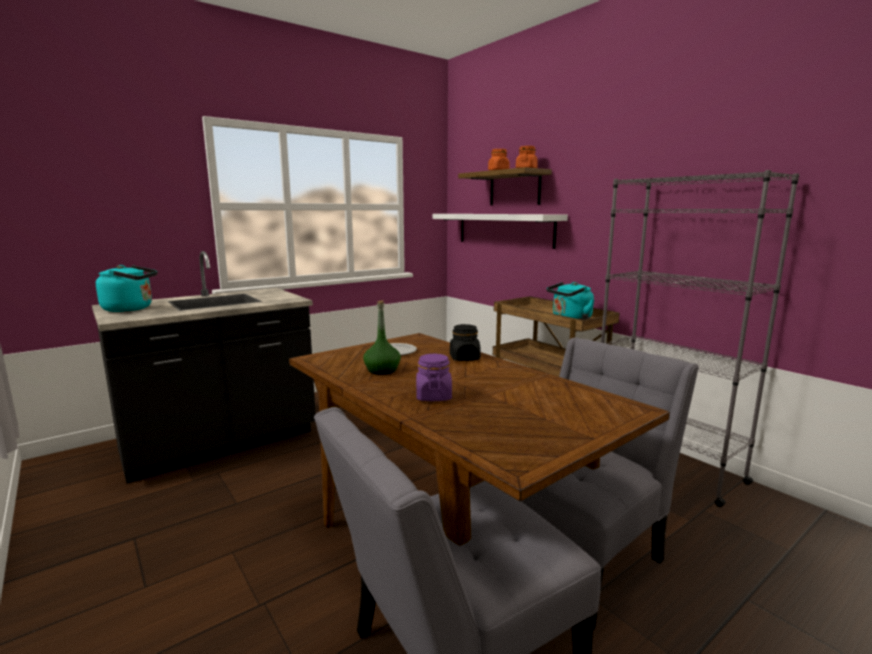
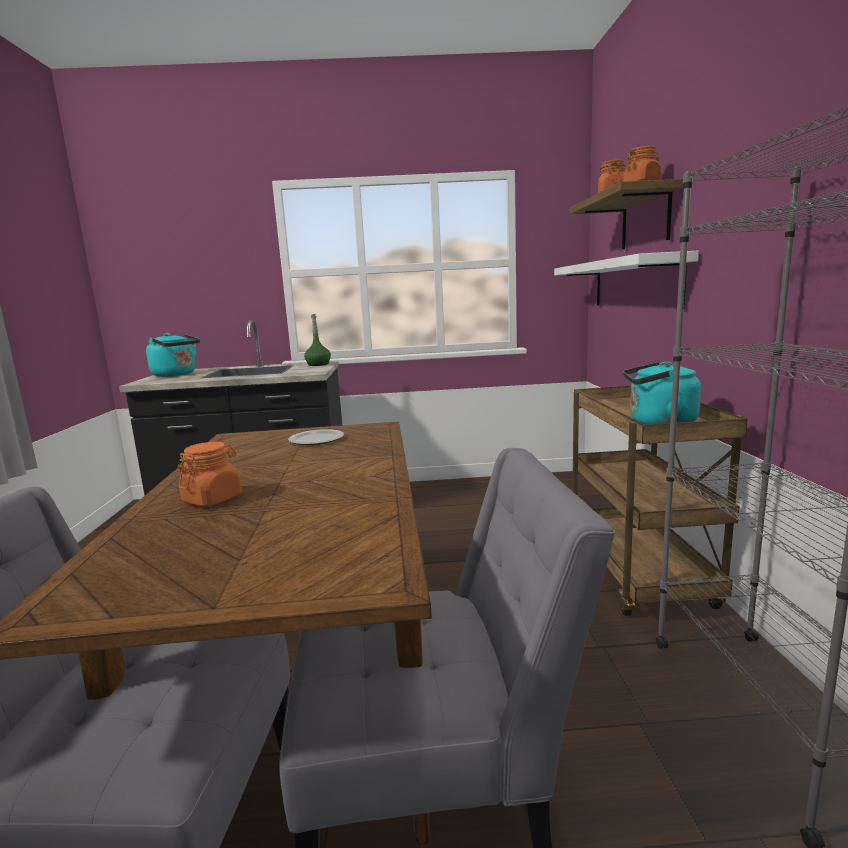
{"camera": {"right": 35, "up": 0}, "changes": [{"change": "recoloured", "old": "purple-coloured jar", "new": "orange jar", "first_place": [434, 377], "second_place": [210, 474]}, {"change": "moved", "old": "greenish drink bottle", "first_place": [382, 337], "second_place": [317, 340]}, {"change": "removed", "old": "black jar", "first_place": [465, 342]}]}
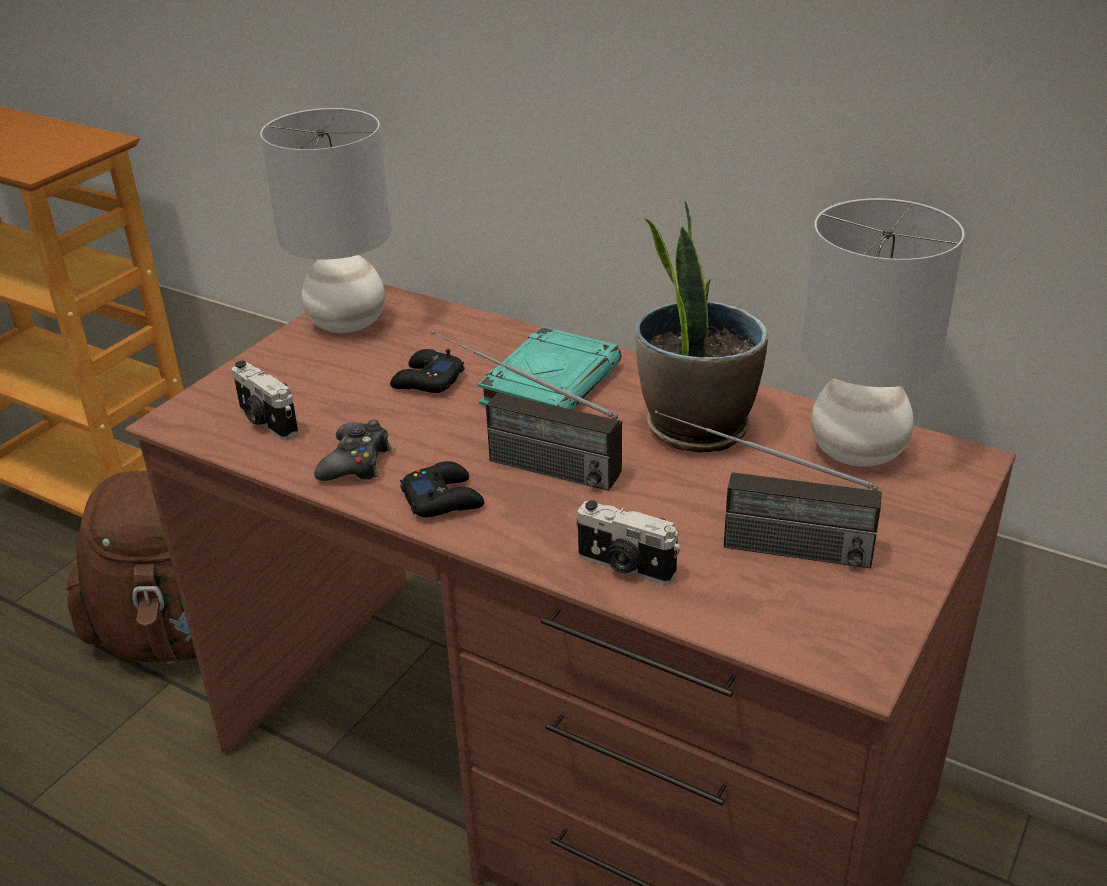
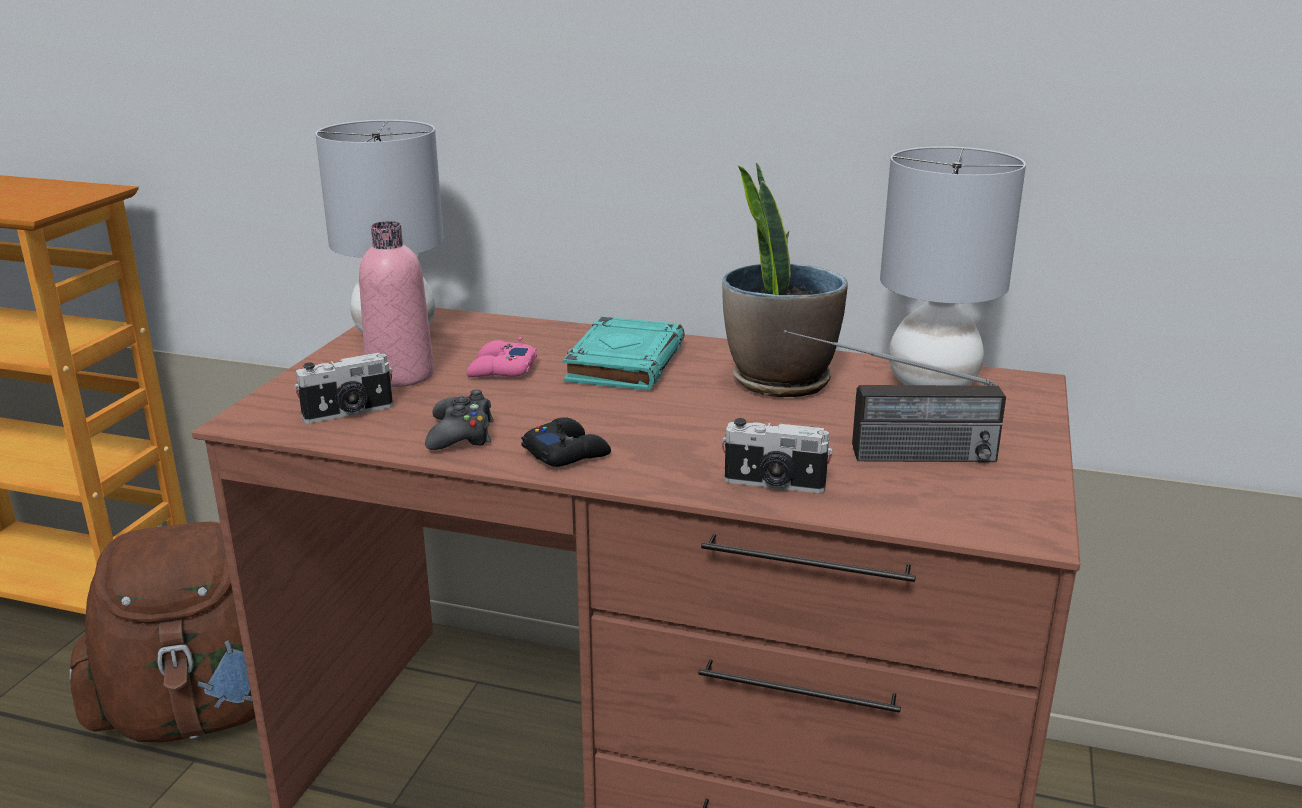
{"camera": {"right": -15, "up": -10}, "changes": [{"change": "turned", "old": "still camera", "first_place": [265, 400], "second_place": [343, 388], "degrees": -60}, {"change": "added", "new": "pinkish drink bottle", "second_place": [396, 304]}, {"change": "recoloured", "old": "black joypad", "new": "pinkish joypad", "first_place": [427, 371], "second_place": [501, 357]}, {"change": "removed", "old": "radio", "first_place": [526, 411]}]}
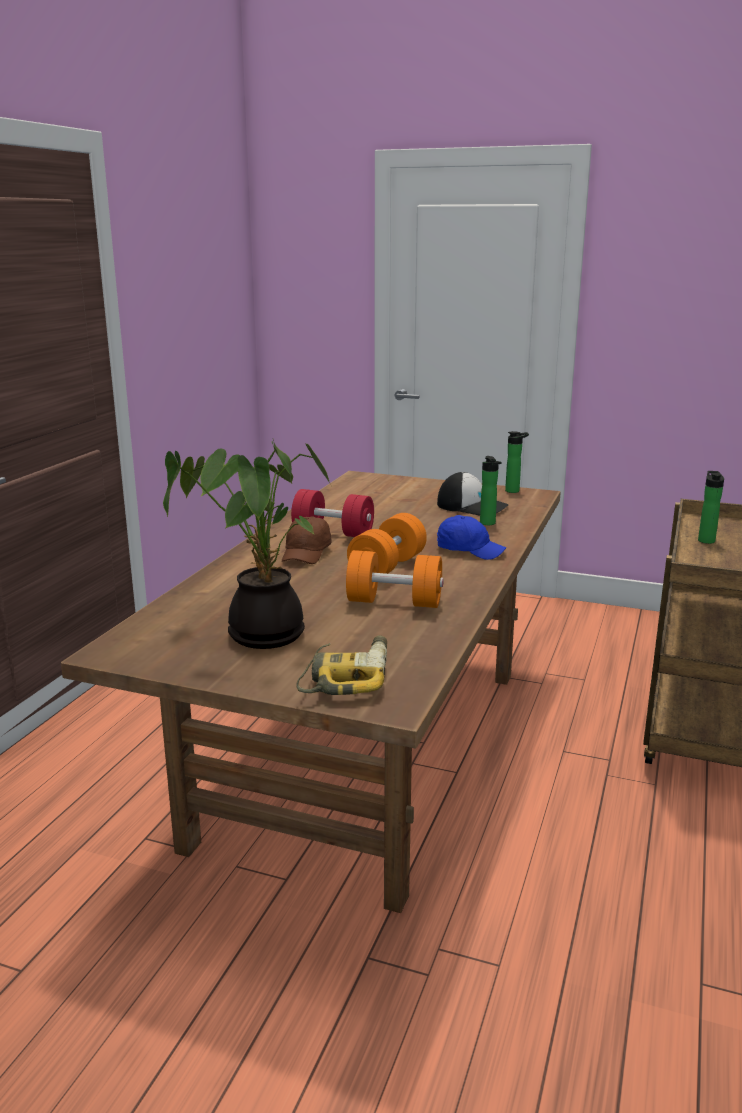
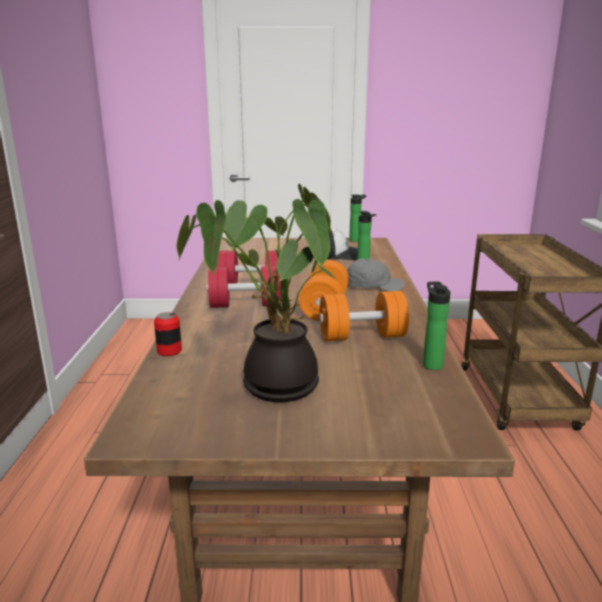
{"camera": {"right": -20, "up": 0}, "changes": [{"change": "added", "new": "metal can", "second_place": [168, 334]}, {"change": "replaced", "old": "brownish peaked cap", "new": "red dumbbell", "first_place": [307, 540], "second_place": [244, 287]}, {"change": "recoloured", "old": "blue-coloured peaked cap", "new": "grey peaked cap", "first_place": [471, 537], "second_place": [376, 275]}, {"change": "moved", "old": "drink bottle", "first_place": [711, 507], "second_place": [436, 325]}, {"change": "removed", "old": "drill", "first_place": [342, 665]}]}
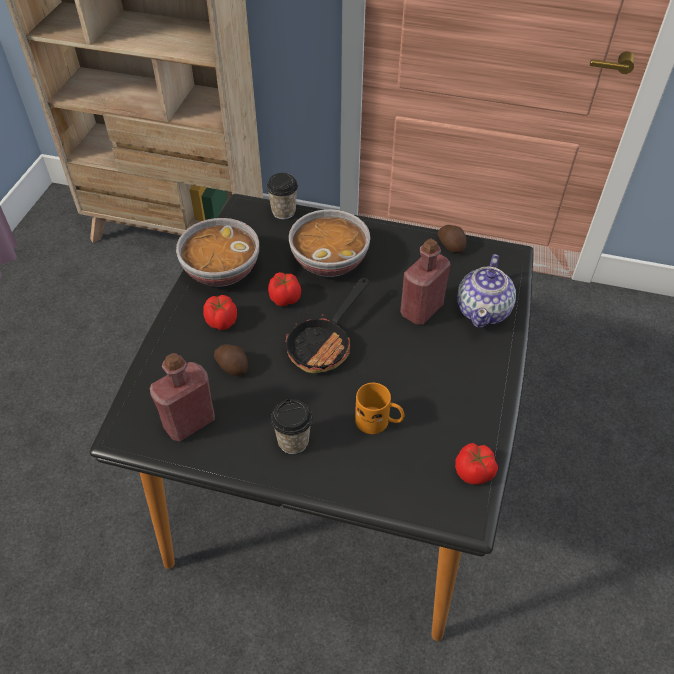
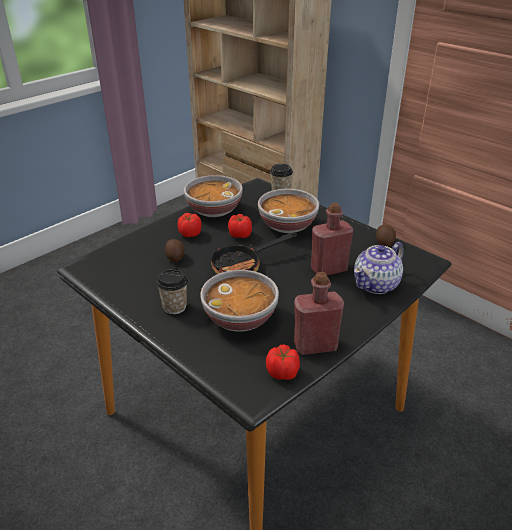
{"camera": {"right": 30, "up": -15}, "changes": [{"change": "replaced", "old": "orange coffee mug", "new": "serving bowl", "first_place": [379, 408], "second_place": [239, 301]}, {"change": "moved", "old": "red drink bottle", "first_place": [182, 397], "second_place": [319, 313]}]}
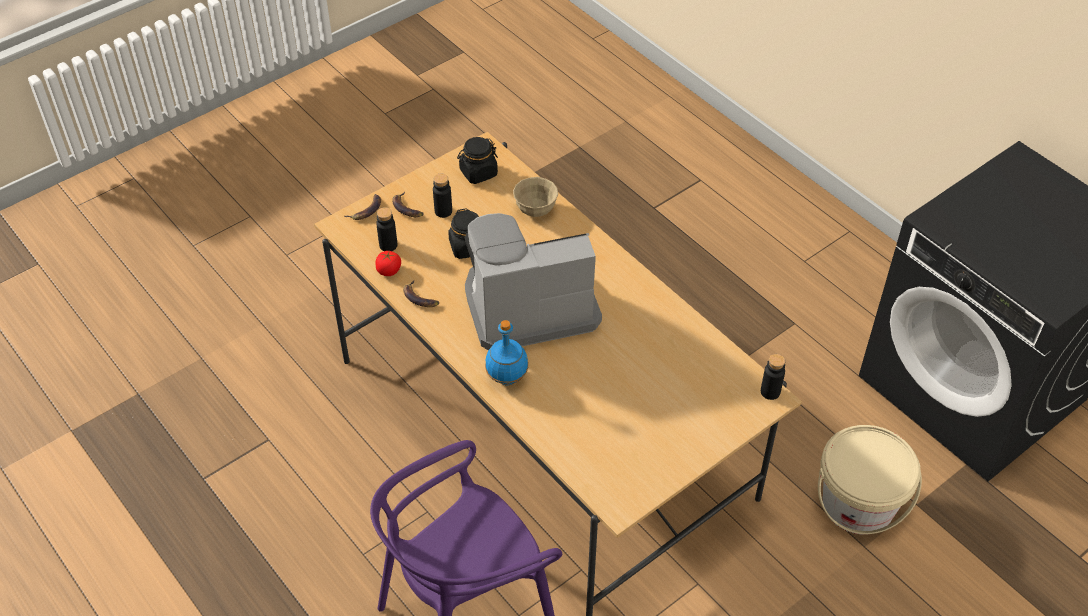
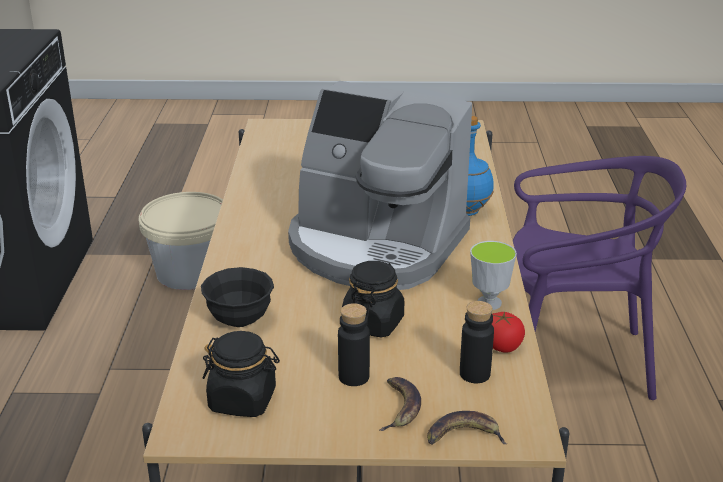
{"camera": {"right": -140, "up": -20}, "changes": [{"change": "recoloured", "old": "beige serving bowl", "new": "black serving bowl", "first_place": [535, 197], "second_place": [237, 297]}, {"change": "replaced", "old": "banana fruit", "new": "cup", "first_place": [421, 294], "second_place": [493, 275]}, {"change": "removed", "old": "black drink bottle", "first_place": [773, 377]}]}
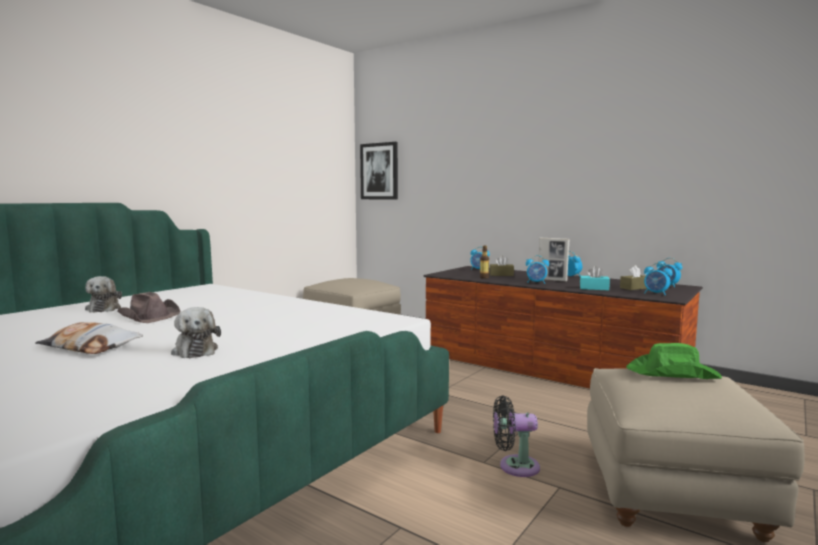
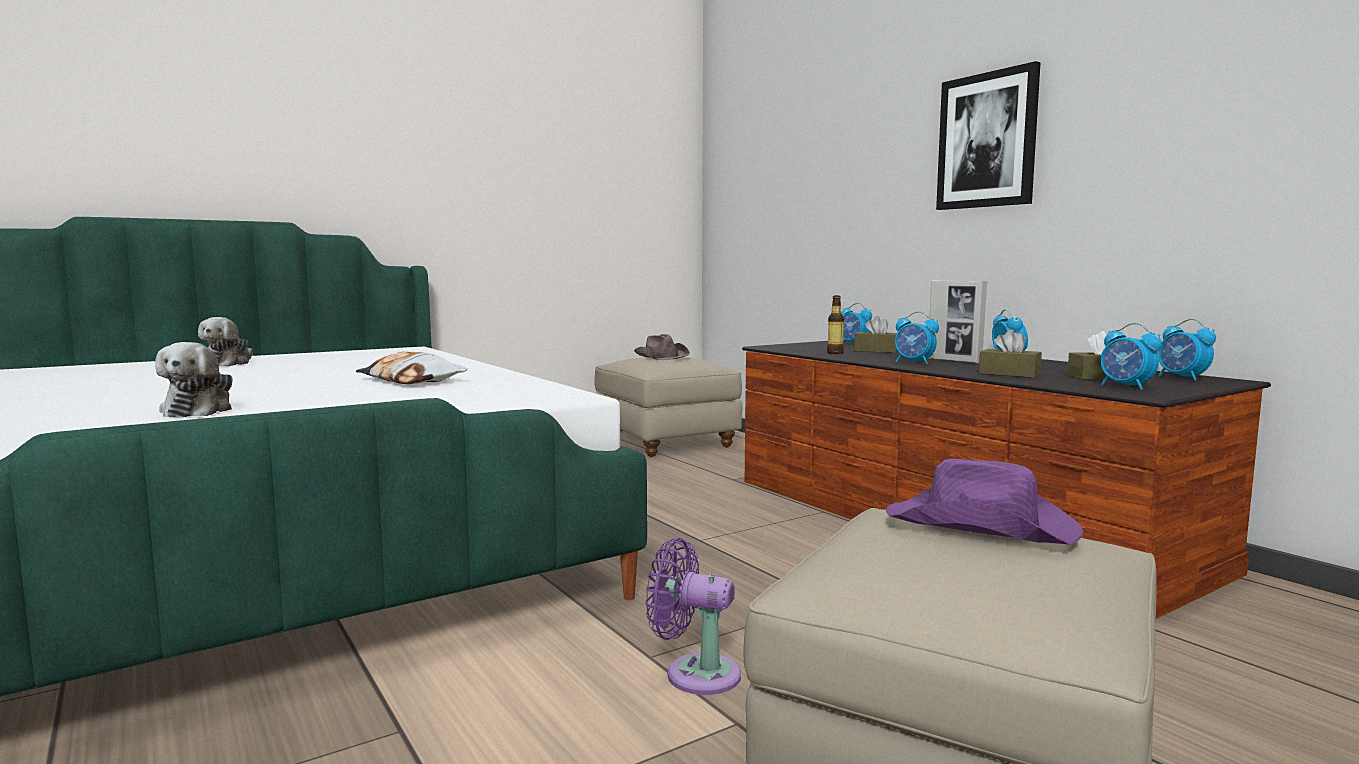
{"camera": {"right": 20, "up": 0}, "changes": [{"change": "moved", "old": "throw pillow", "first_place": [89, 338], "second_place": [411, 367]}, {"change": "moved", "old": "brownish hat", "first_place": [149, 307], "second_place": [662, 347]}, {"change": "recoloured", "old": "black electric fan", "new": "purple-coloured electric fan", "first_place": [516, 436], "second_place": [693, 616]}, {"change": "recoloured", "old": "greenish hat", "new": "purple-coloured hat", "first_place": [674, 361], "second_place": [985, 502]}, {"change": "moved", "old": "wall picture", "first_place": [379, 170], "second_place": [988, 135]}, {"change": "recoloured", "old": "turquoise-coloured tissue box", "new": "brownish tissue box", "first_place": [595, 278], "second_place": [1010, 353]}]}
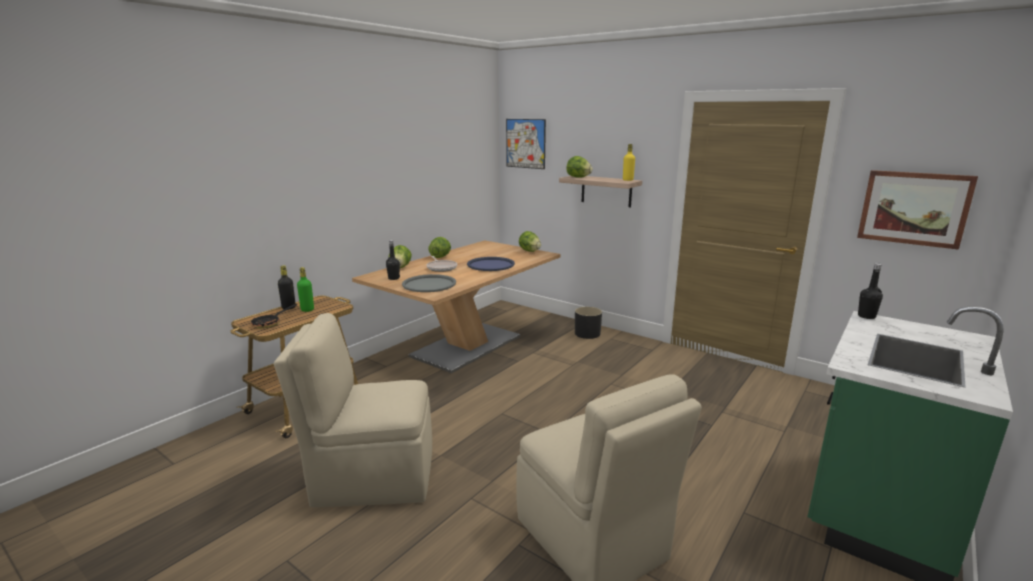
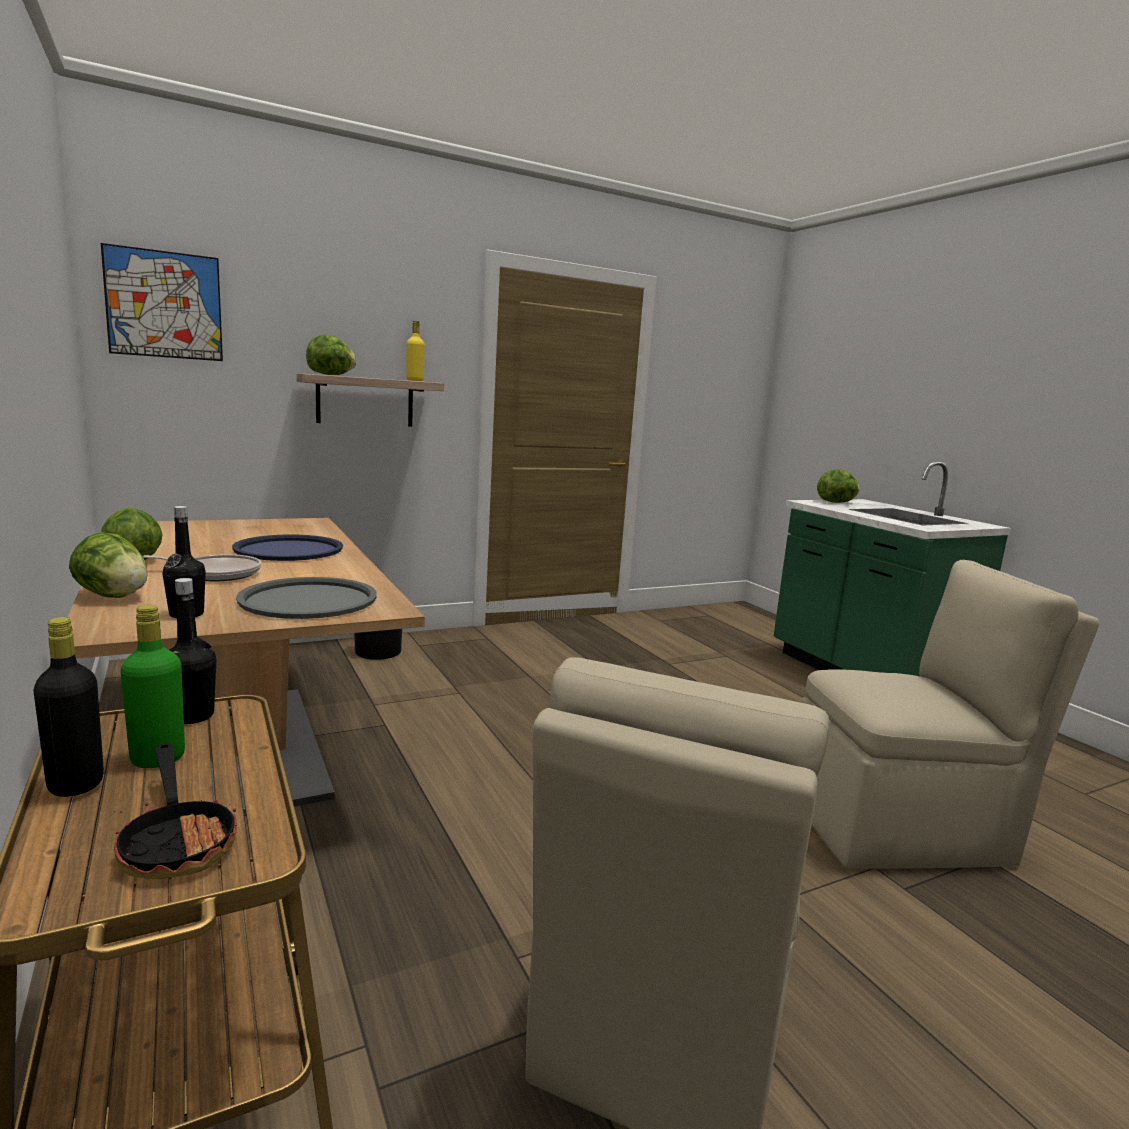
{"camera": {"right": -65, "up": -5}, "changes": [{"change": "moved", "old": "black drink bottle", "first_place": [870, 291], "second_place": [192, 651]}, {"change": "moved", "old": "lettuce", "first_place": [530, 241], "second_place": [838, 486]}, {"change": "removed", "old": "wall picture", "first_place": [917, 210]}]}
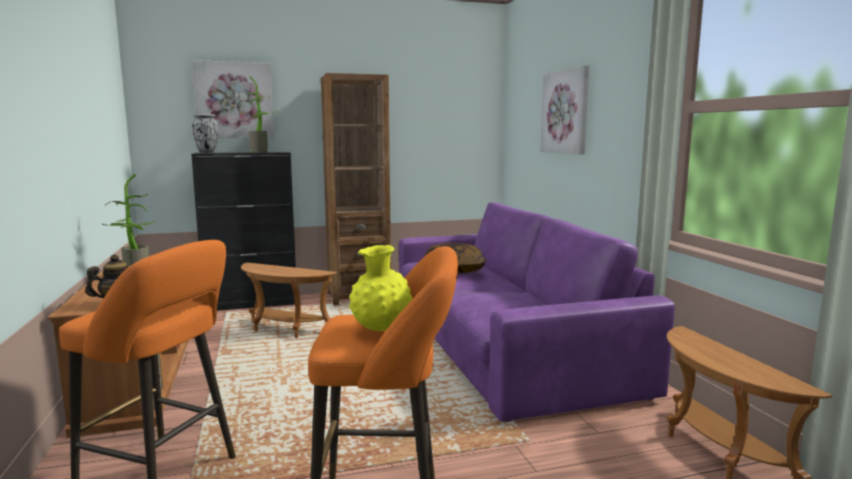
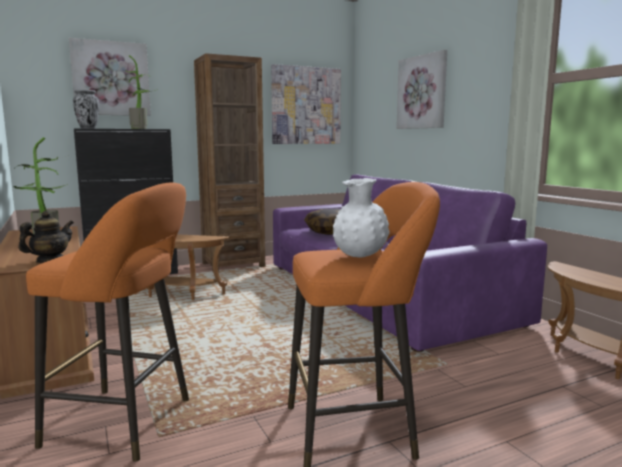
{"camera": {"right": -10, "up": 0}, "changes": [{"change": "added", "new": "wall picture", "second_place": [306, 104]}, {"change": "recoloured", "old": "yellow flower vase", "new": "white flower vase", "first_place": [381, 288], "second_place": [361, 218]}]}
